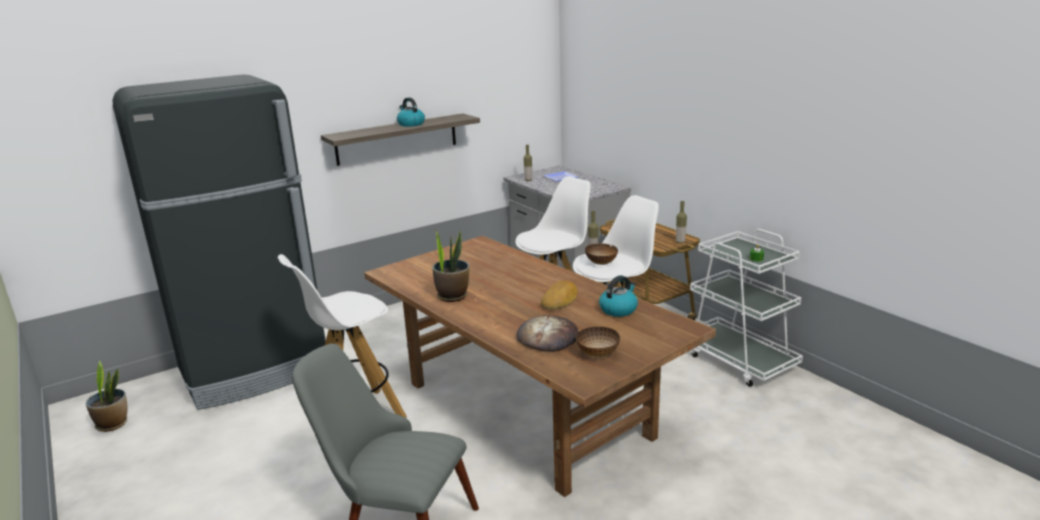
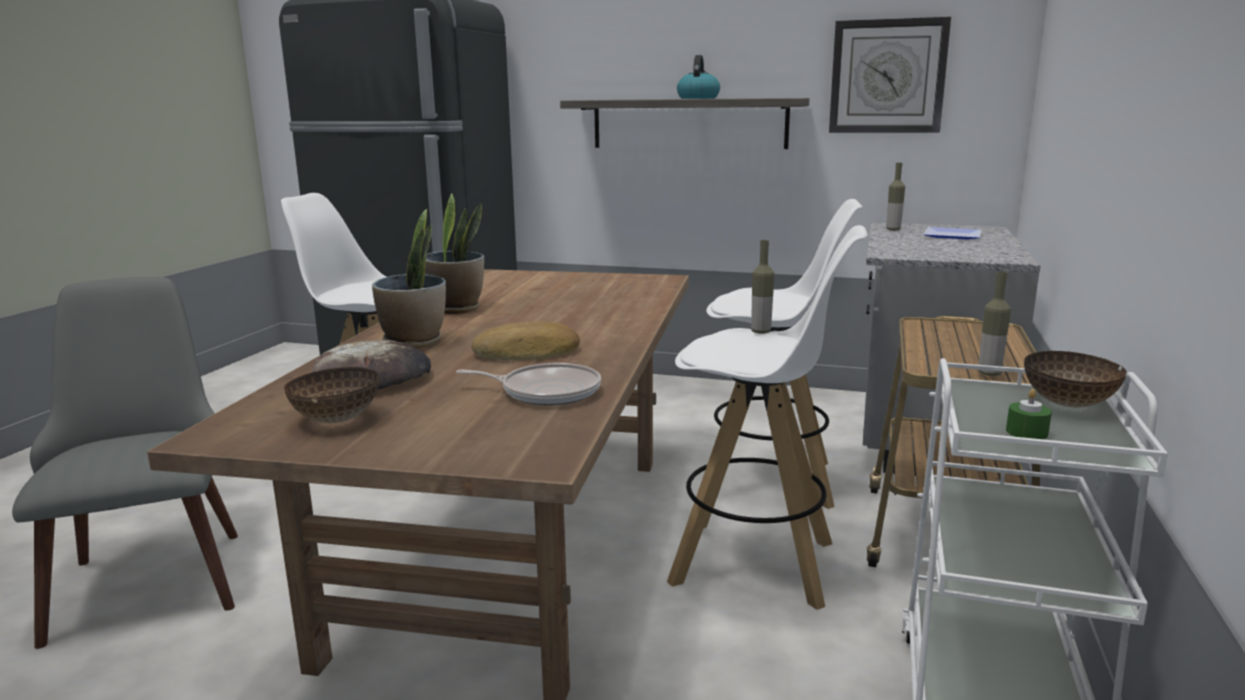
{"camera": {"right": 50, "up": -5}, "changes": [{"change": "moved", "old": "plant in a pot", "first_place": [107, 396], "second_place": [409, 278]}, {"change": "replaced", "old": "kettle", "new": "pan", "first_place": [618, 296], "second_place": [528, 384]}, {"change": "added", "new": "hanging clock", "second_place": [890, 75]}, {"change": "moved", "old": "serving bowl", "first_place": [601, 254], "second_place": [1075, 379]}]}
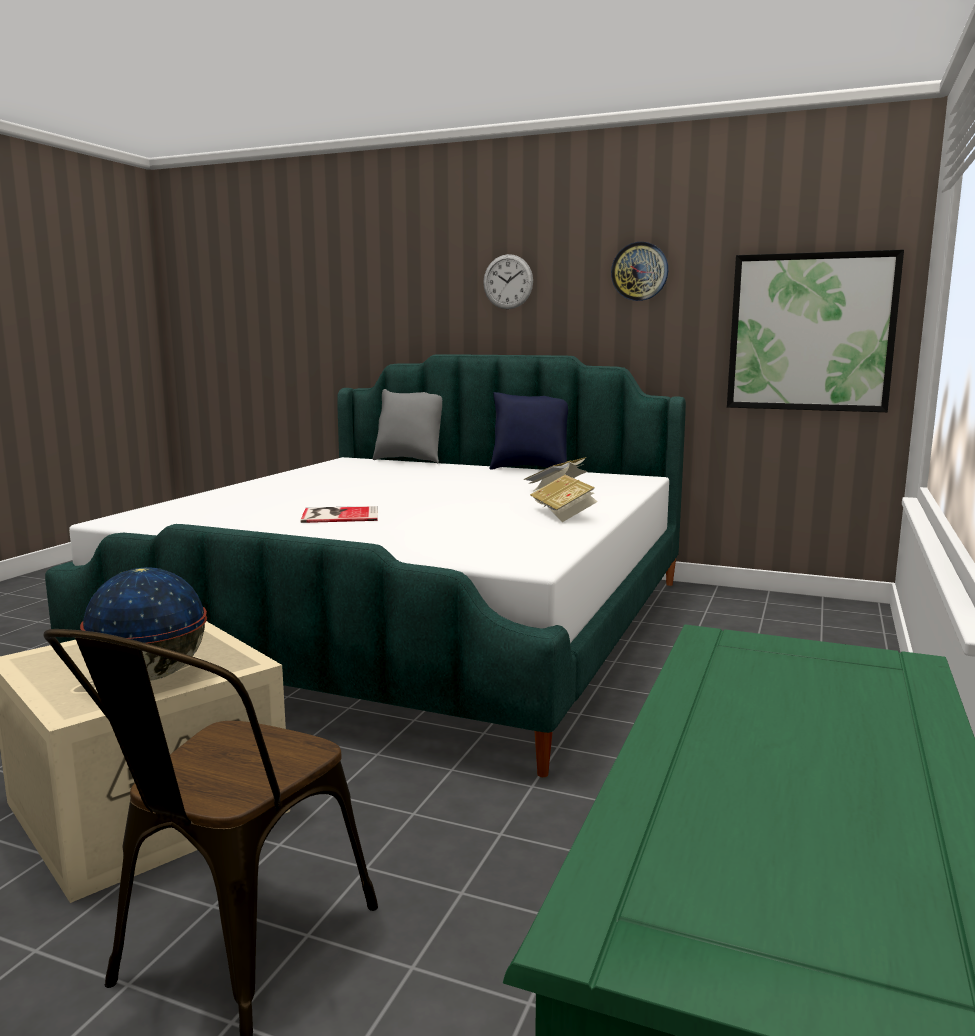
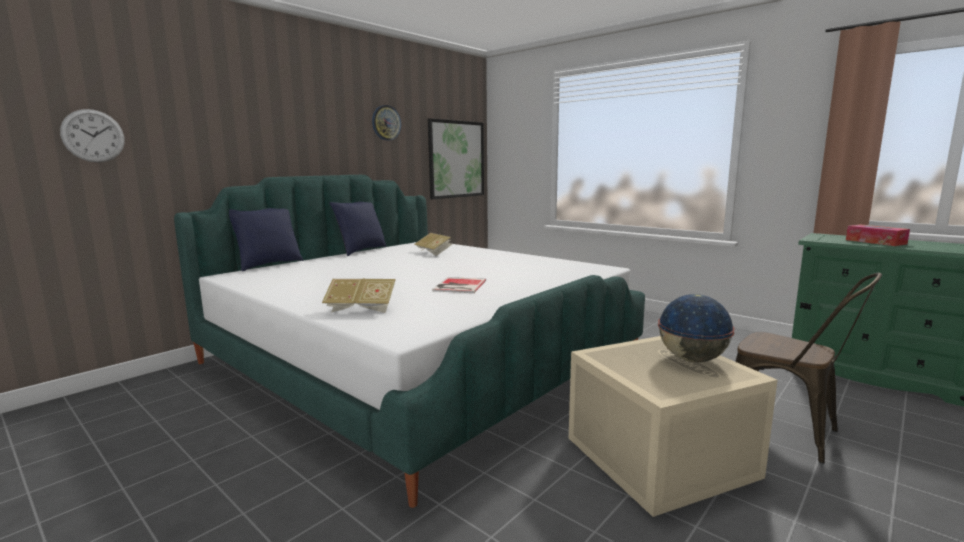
{"camera": {"right": -70, "up": 0}, "changes": [{"change": "moved", "old": "hanging clock", "first_place": [508, 281], "second_place": [92, 136]}, {"change": "recoloured", "old": "grey throw pillow", "new": "blue-coloured throw pillow", "first_place": [407, 426], "second_place": [266, 239]}, {"change": "moved", "old": "bound book", "first_place": [563, 498], "second_place": [359, 295]}, {"change": "added", "new": "tissue box", "second_place": [878, 235]}]}
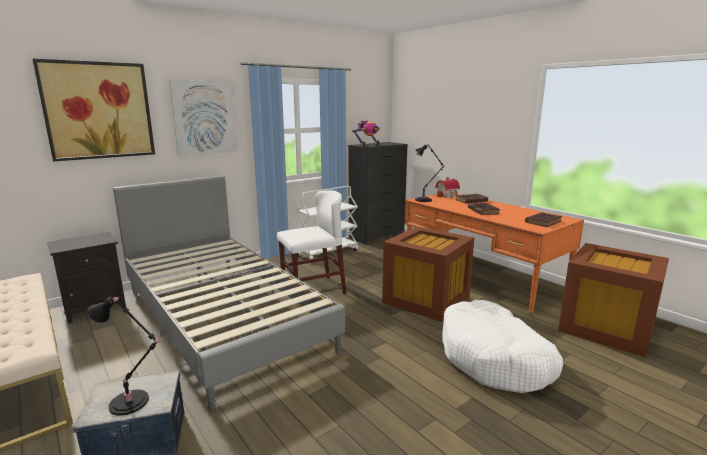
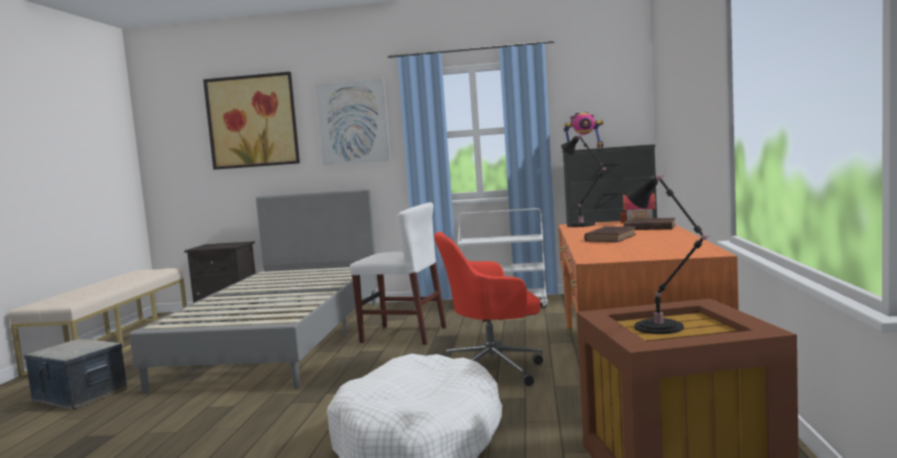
{"camera": {"right": 45, "up": -10}, "changes": [{"change": "replaced", "old": "brownish storage container", "new": "red desk chair", "first_place": [428, 274], "second_place": [488, 309]}, {"change": "moved", "old": "black lamp for a table", "first_place": [124, 356], "second_place": [668, 254]}, {"change": "removed", "old": "brownish bound book", "first_place": [543, 219]}]}
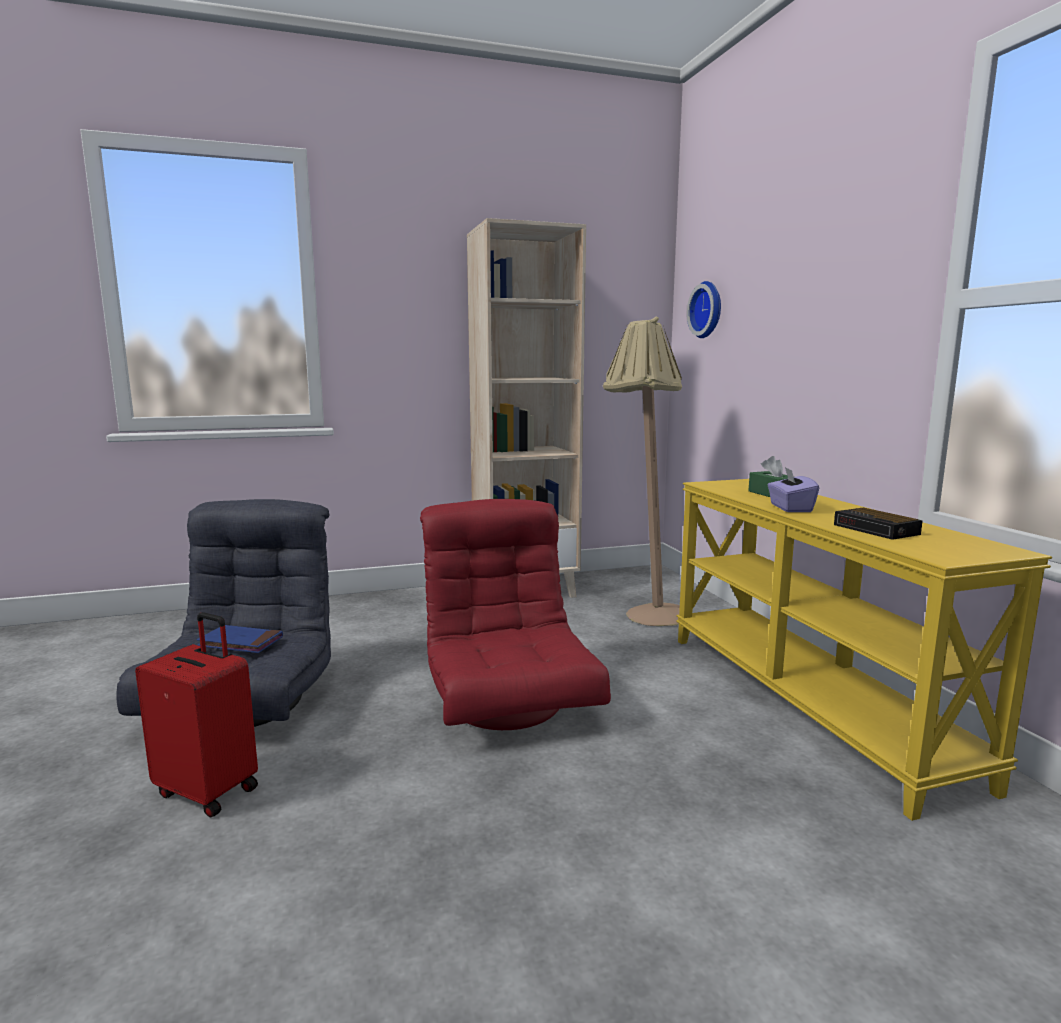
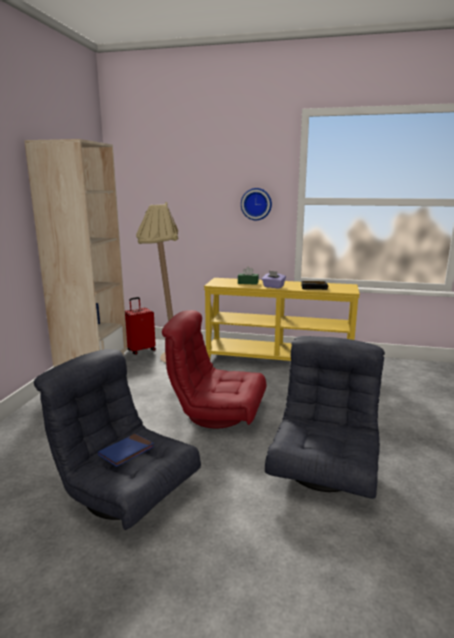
{"camera": {"right": -60, "up": 5}, "changes": [{"change": "moved", "old": "red suitcase", "first_place": [196, 715], "second_place": [140, 326]}, {"change": "moved", "old": "hanging clock", "first_place": [704, 309], "second_place": [256, 204]}, {"change": "added", "new": "grey lounge chair", "second_place": [325, 417]}]}
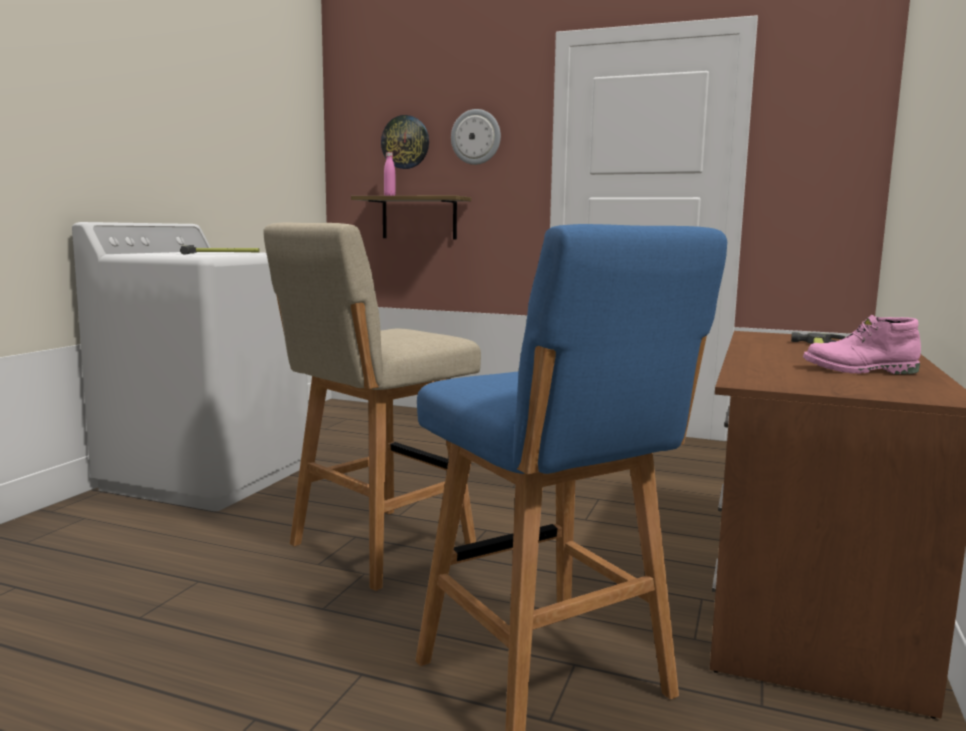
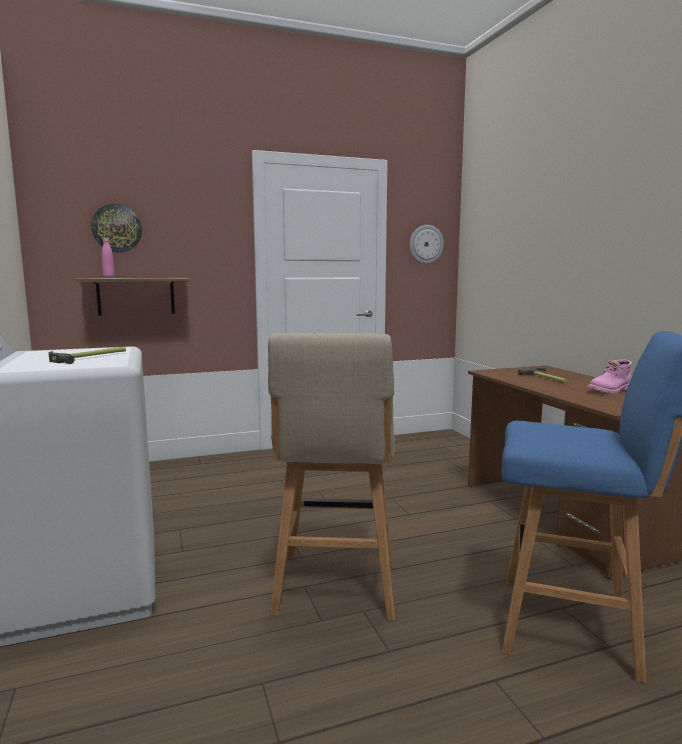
{"camera": {"right": -40, "up": 0}, "changes": [{"change": "moved", "old": "hanging clock", "first_place": [476, 137], "second_place": [426, 244]}]}
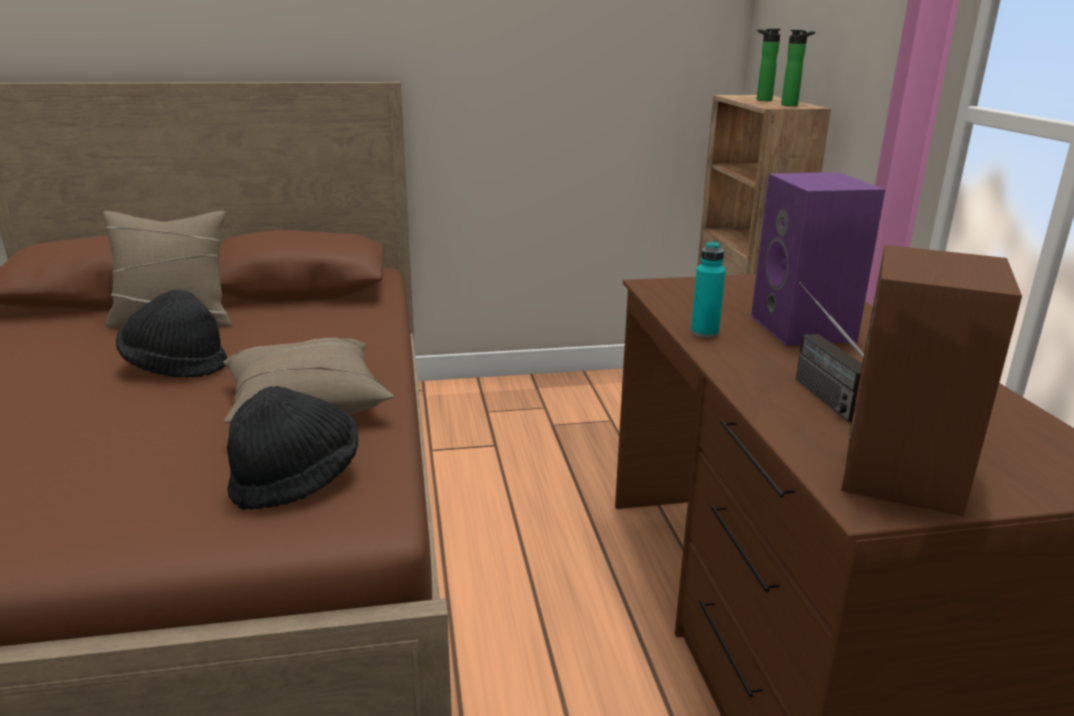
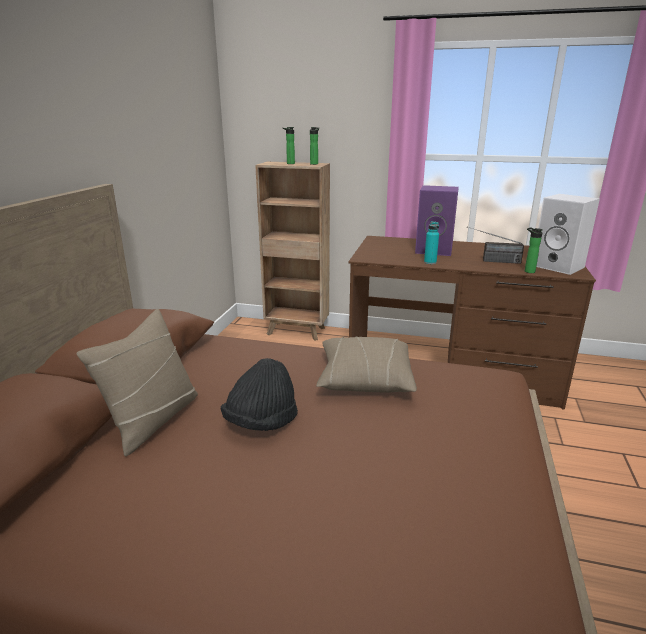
{"camera": {"right": -65, "up": 0}, "changes": [{"change": "added", "new": "drink bottle", "second_place": [533, 250]}, {"change": "recoloured", "old": "brownish loudspeaker", "new": "white loudspeaker", "first_place": [931, 381], "second_place": [568, 234]}, {"change": "removed", "old": "black hat", "first_place": [292, 448]}]}
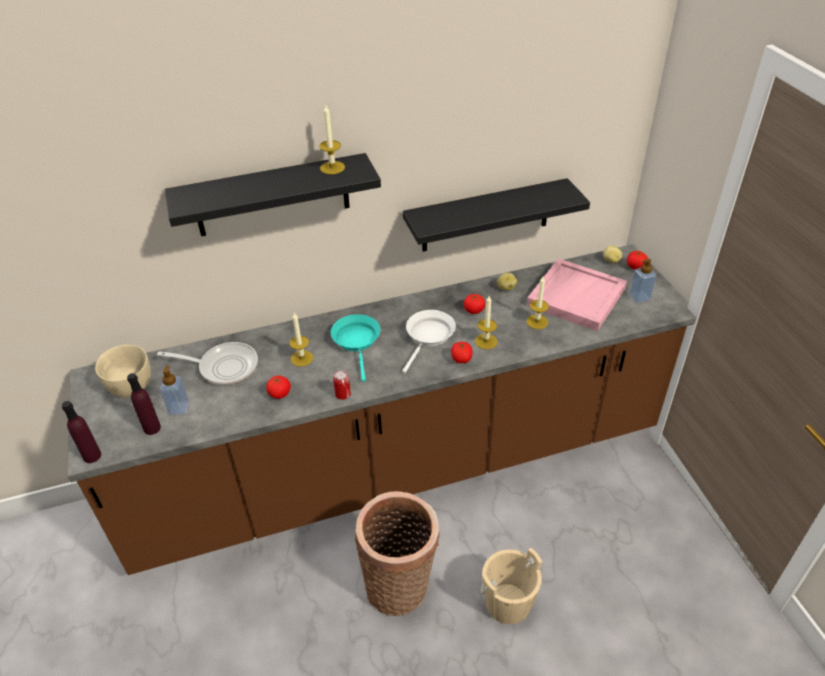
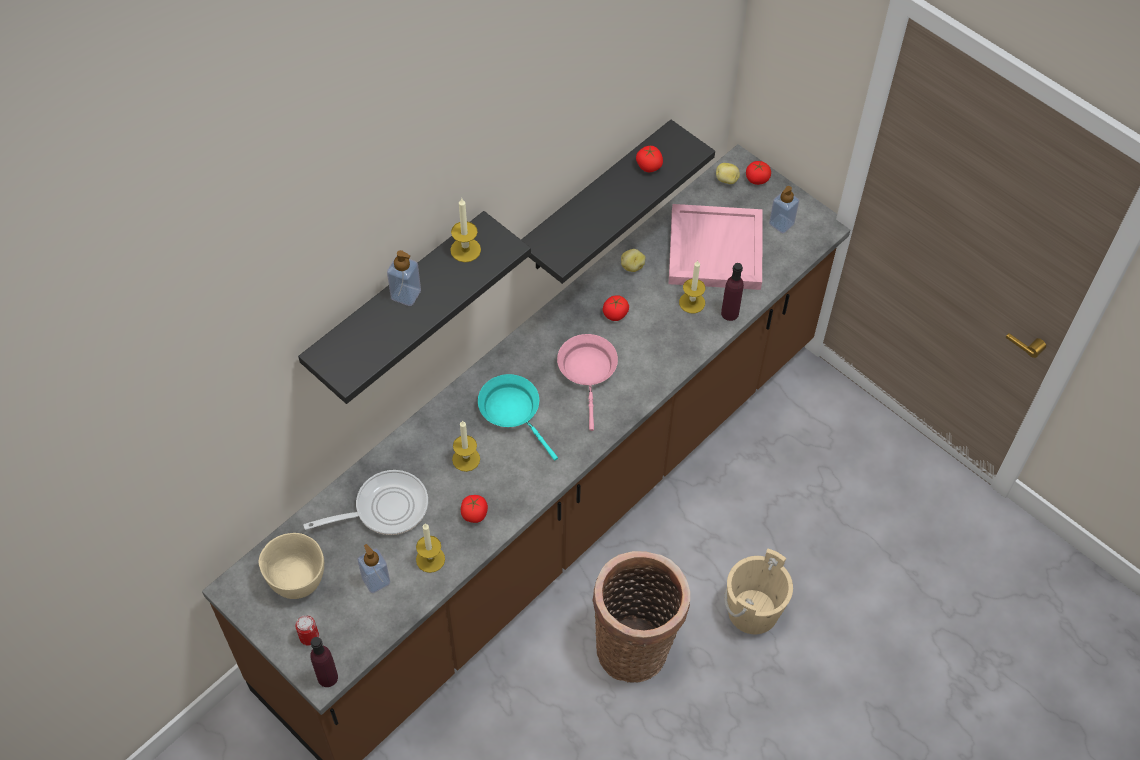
{"camera": {"right": -30, "up": 15}, "changes": [{"change": "moved", "old": "metal can", "first_place": [342, 385], "second_place": [307, 630]}, {"change": "added", "new": "soap dispenser", "second_place": [404, 278]}, {"change": "moved", "old": "candle", "first_place": [486, 322], "second_place": [430, 548]}, {"change": "recoloured", "old": "white pan", "new": "pinkish pan", "first_place": [429, 341], "second_place": [587, 382]}, {"change": "moved", "old": "tomato", "first_place": [461, 352], "second_place": [649, 159]}, {"change": "moved", "old": "purple-coloured drink bottle", "first_place": [144, 404], "second_place": [732, 292]}]}
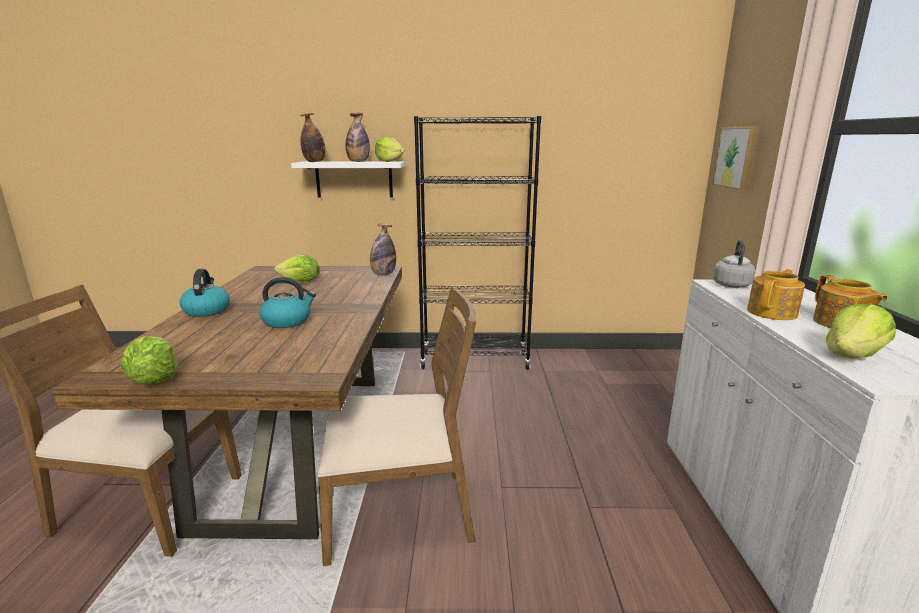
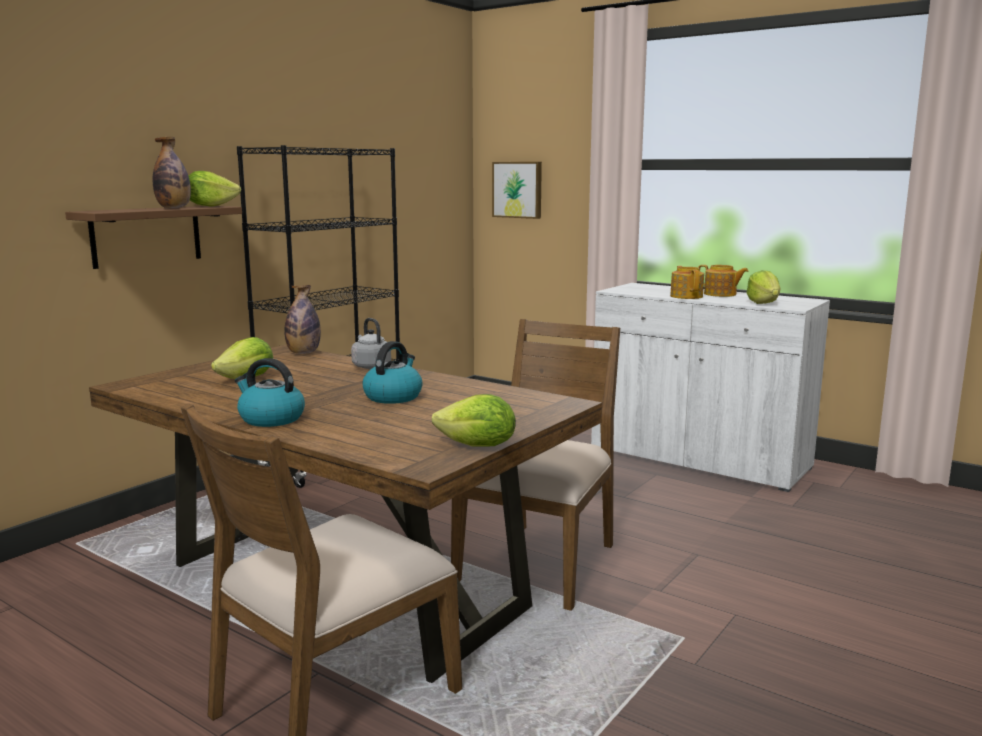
{"camera": {"right": -55, "up": -5}, "changes": [{"change": "recoloured", "old": "white wall shelf", "new": "brownish wall shelf", "first_place": [348, 179], "second_place": [153, 237]}, {"change": "moved", "old": "grey kettle", "first_place": [734, 264], "second_place": [371, 343]}, {"change": "removed", "old": "drink bottle", "first_place": [313, 137]}]}
